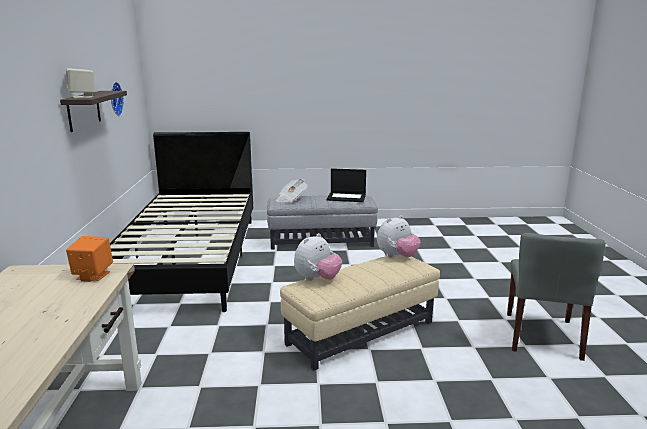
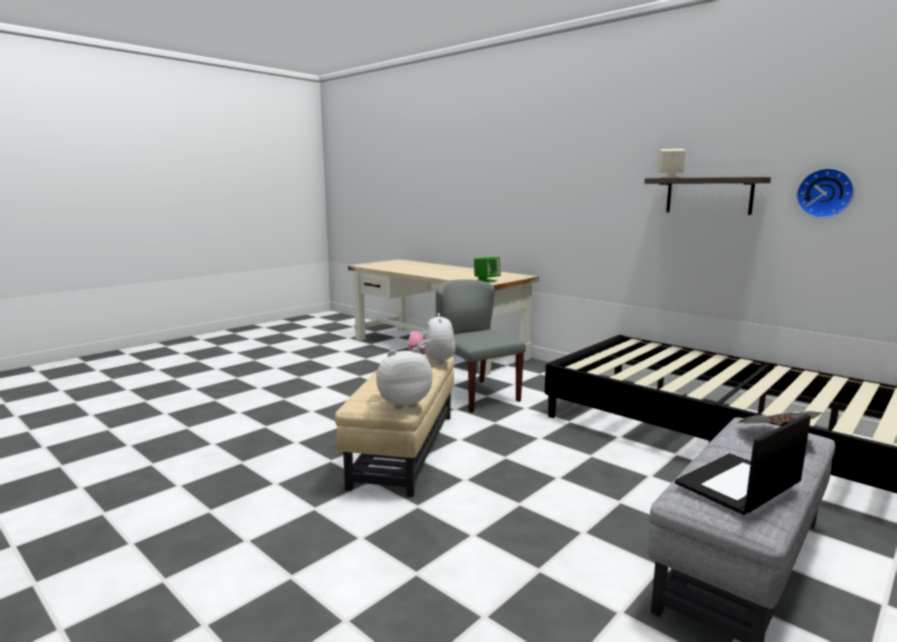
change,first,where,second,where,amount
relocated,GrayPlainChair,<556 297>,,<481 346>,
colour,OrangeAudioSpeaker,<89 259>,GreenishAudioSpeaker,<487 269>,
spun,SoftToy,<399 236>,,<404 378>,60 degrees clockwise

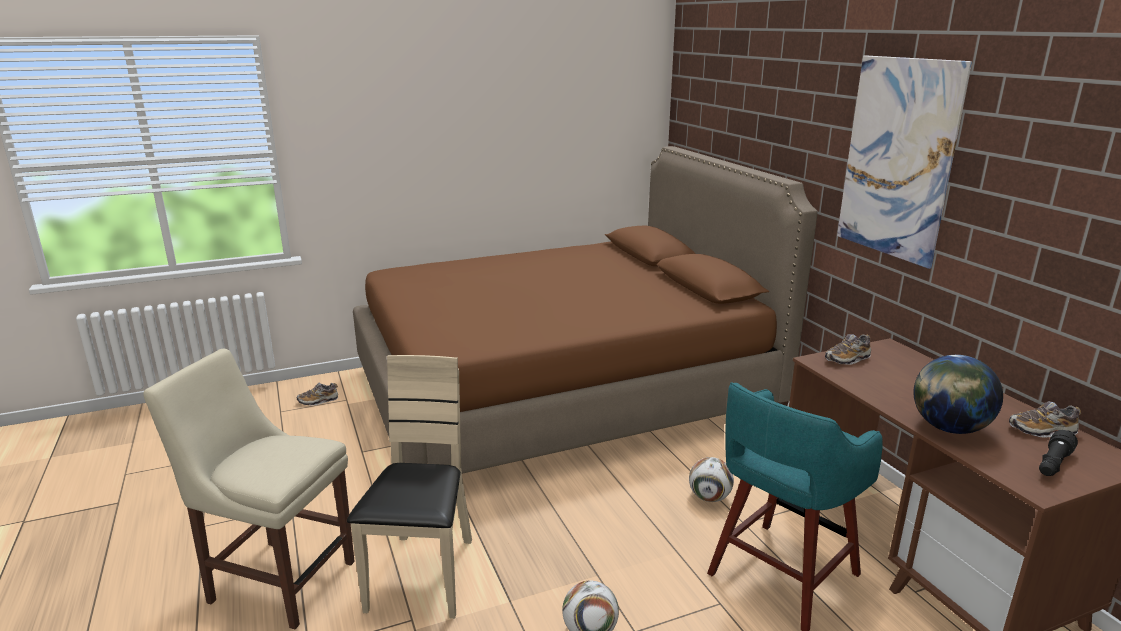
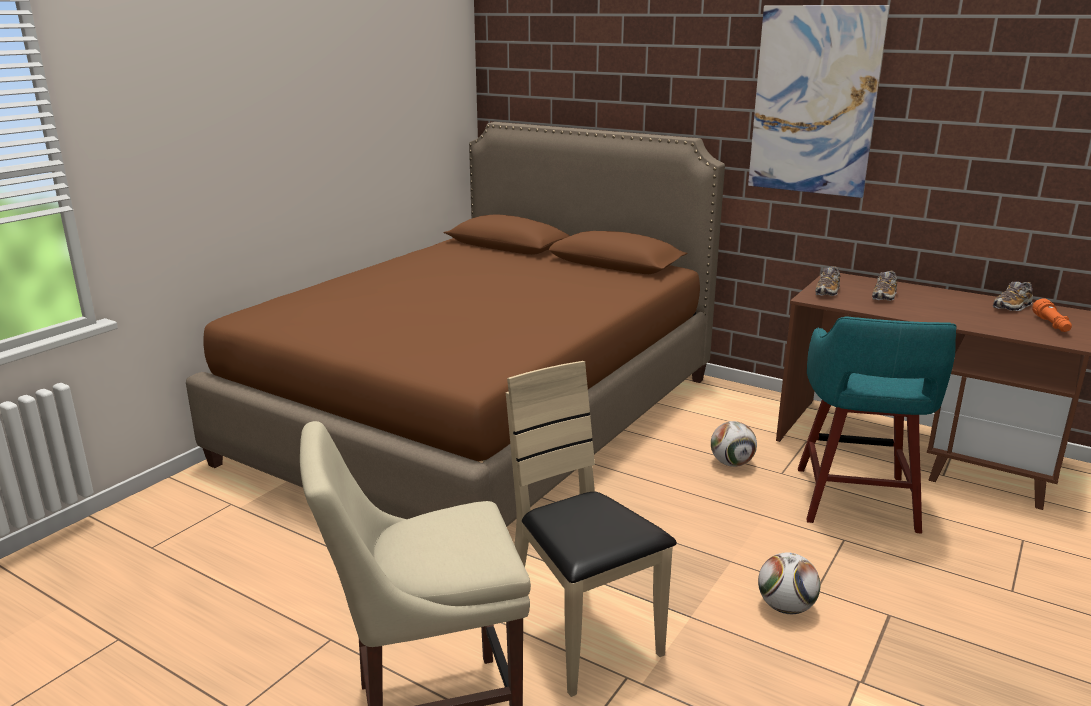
change,first,where,second,where,amount
missing,WorldGlobe,<958 394>,,,
relocated,ItemOfFootwear,<317 393>,,<885 286>,
colour,BlackFlashlight,<1058 453>,OrangeFlashlight,<1052 315>,

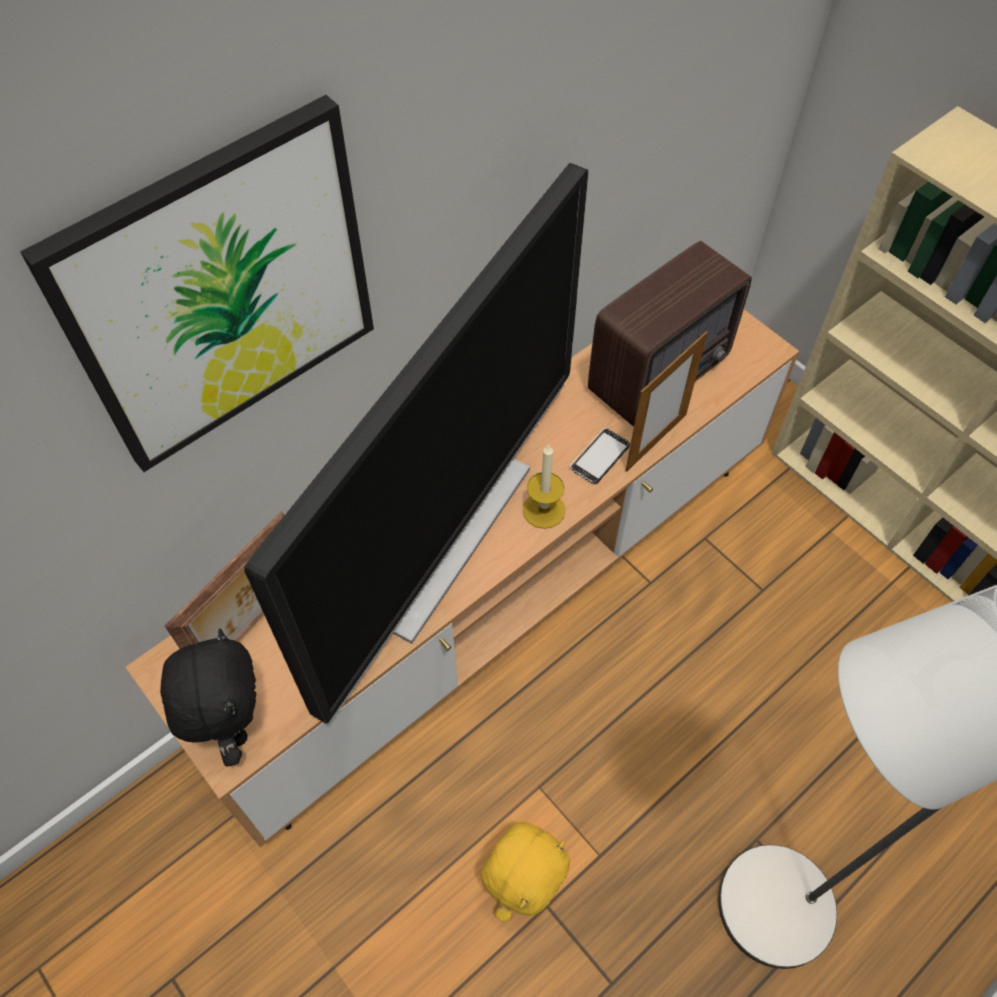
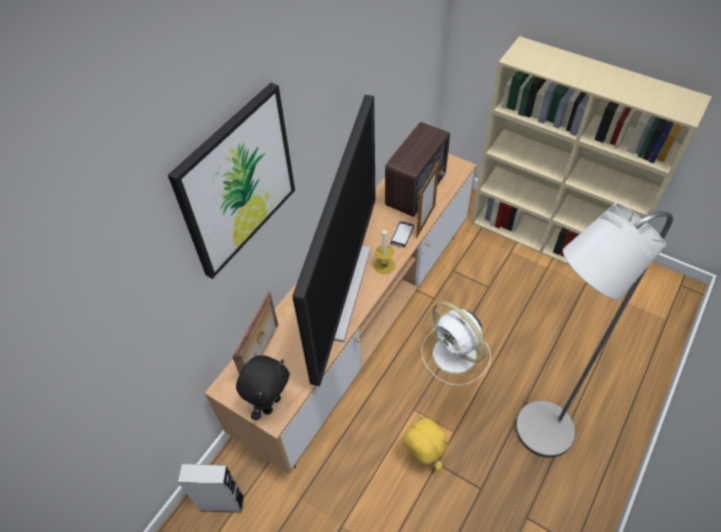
change,first,where,second,where,amount
appeared,,,GrayAudioSpeaker,<211 488>,
appeared,,,WhiteColouredFan,<456 343>,
spun,BlackSoftToy,<208 697>,,<263 387>,60 degrees clockwise
spun,YellowColouredSoftToy,<525 872>,,<426 442>,60 degrees counterclockwise

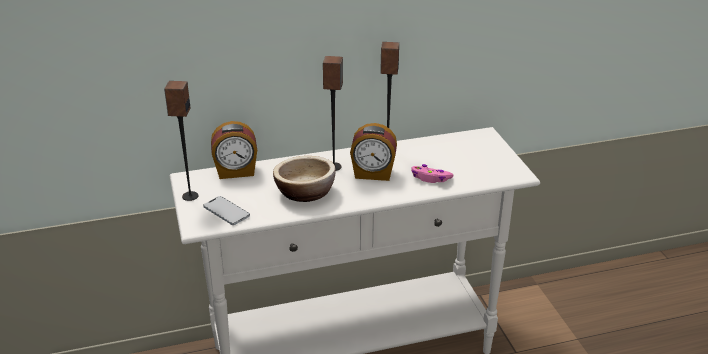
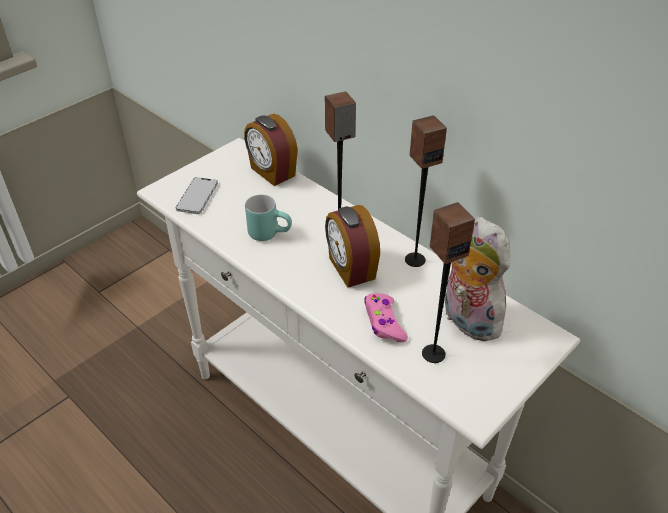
change,first,where,second,where,amount
appeared,,,SoftToy,<477 279>,
relocated,AudioSpeaker,<181 141>,,<448 282>,
exchanged,ServingBowl,<304 179>,TurquoiseCoffeeMug,<268 218>,

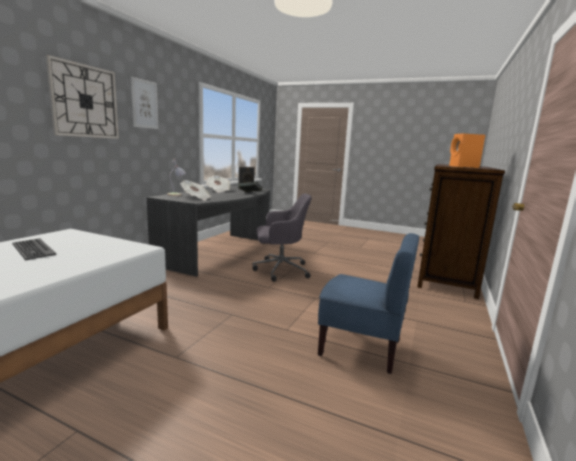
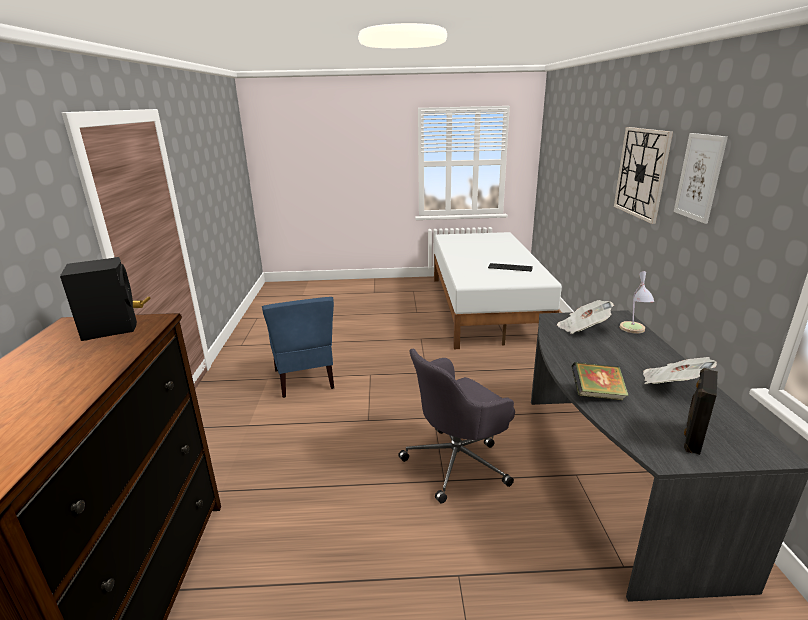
change,first,where,second,where,amount
colour,OrangeAudioSpeaker,<467 150>,BlackAudioSpeaker,<98 299>,
spun,BluishPlainChair,<368 303>,,<298 347>,105 degrees counterclockwise

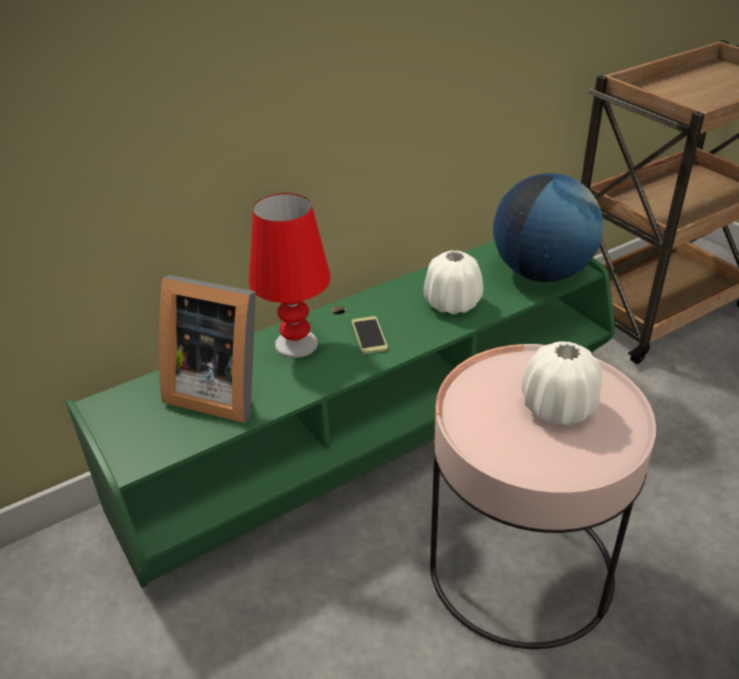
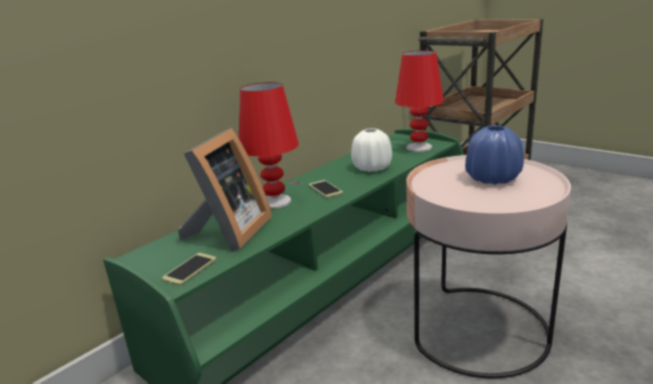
change,first,where,second,where,amount
appeared,,,Handset,<189 269>,
exchanged,WorldGlobe,<548 227>,RedColouredTableLamp,<419 101>,
colour,WhiteColouredDecorativeVase,<561 383>,BluishDecorativeVase,<494 155>,
spun,PhotoFrame,<207 349>,,<225 189>,75 degrees counterclockwise

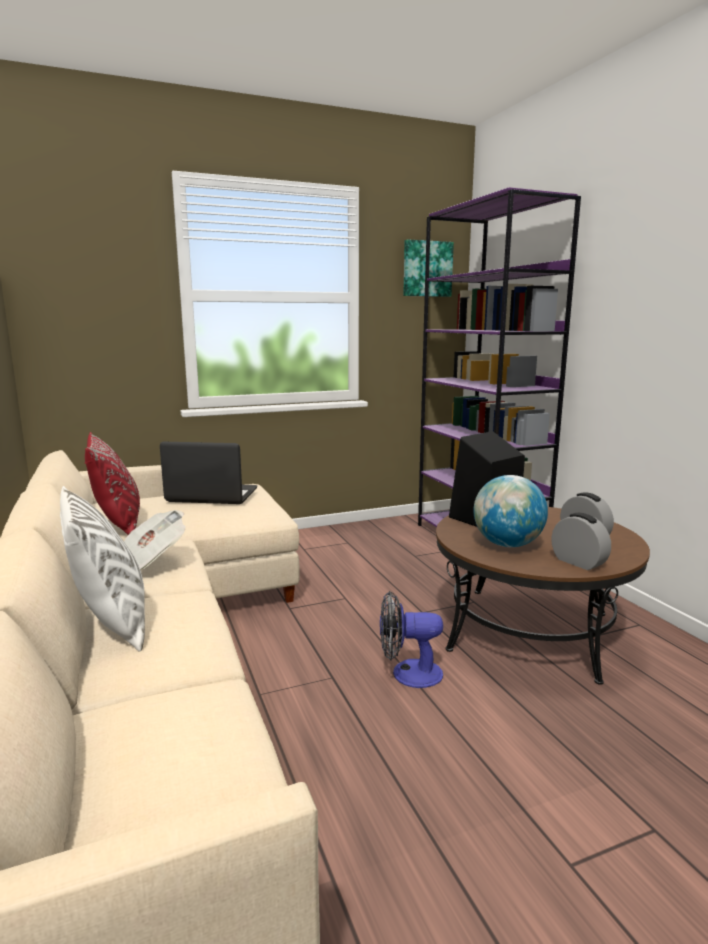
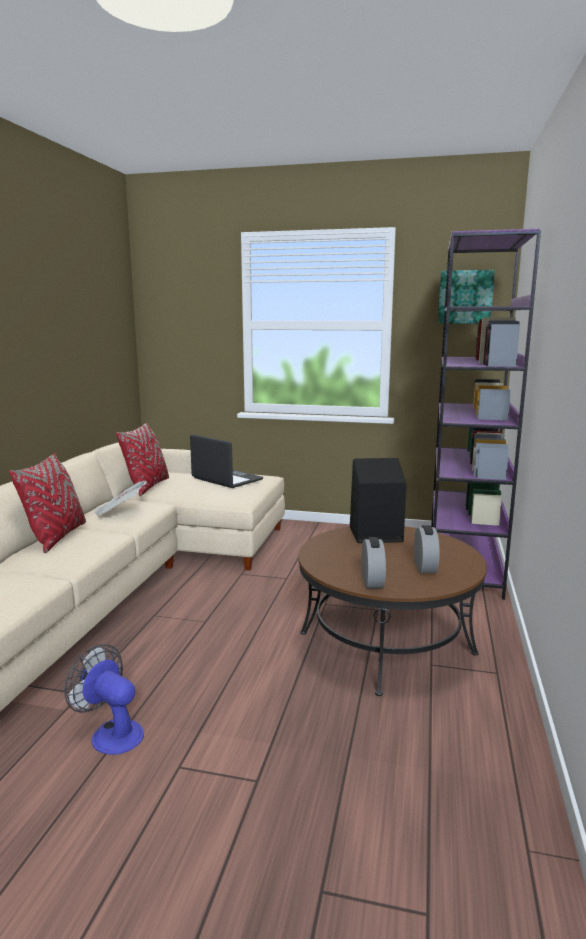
change,first,where,second,where,amount
missing,WorldGlobe,<510 511>,,,
relocated,Fan,<411 639>,,<104 699>,
colour,WhiteColouredPillow,<102 569>,RedColouredPillow,<47 503>,

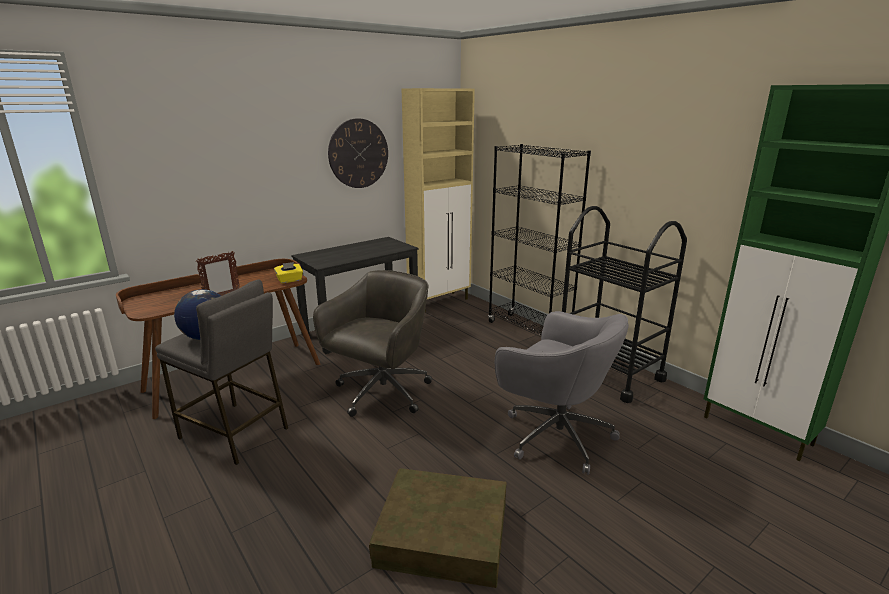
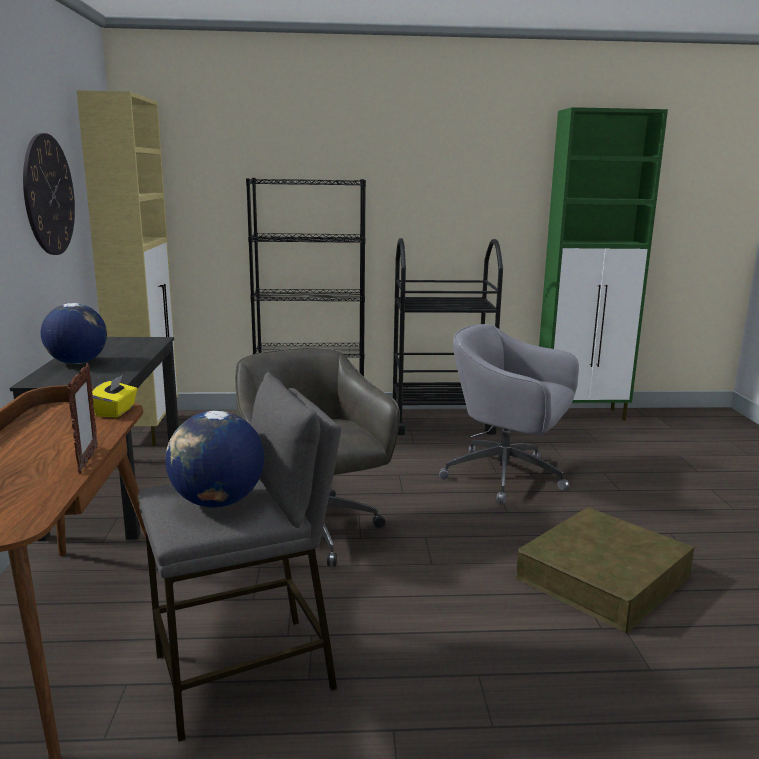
change,first,where,second,where,amount
appeared,,,WorldGlobe,<74 333>,
spun,GrayComputerChair,<562 393>,,<509 414>,135 degrees counterclockwise

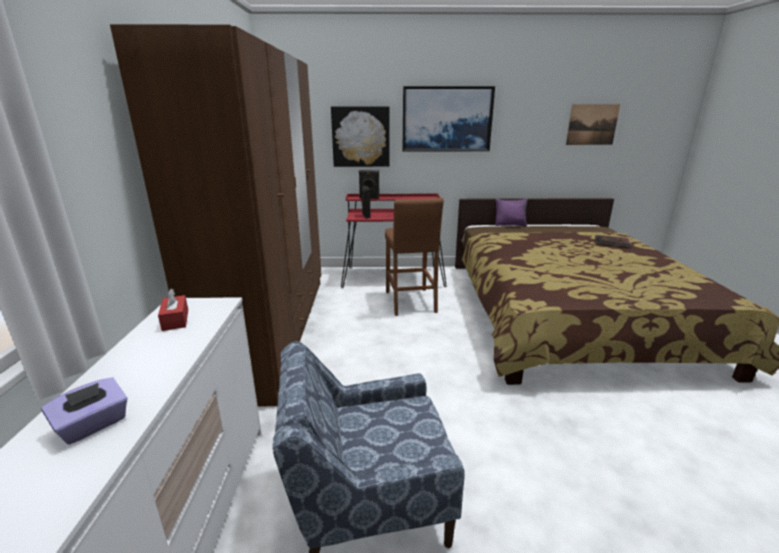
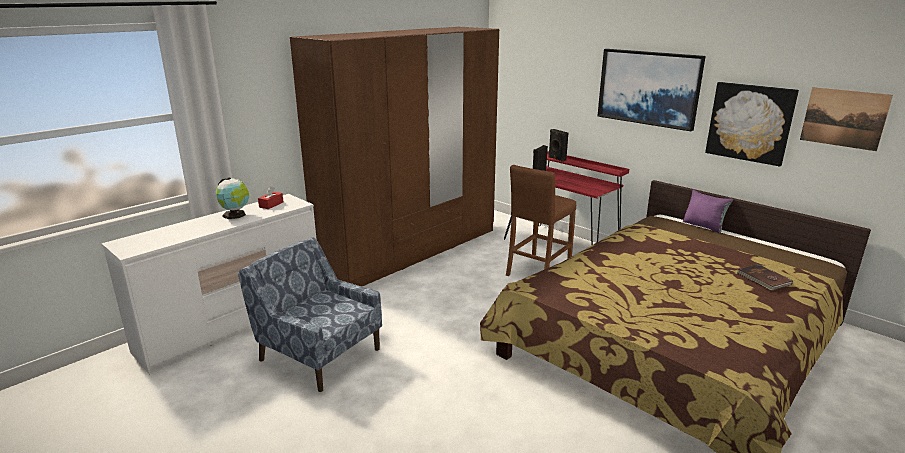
change,first,where,second,where,amount
missing,PurpleTissueBox,<84 411>,,,
appeared,,,WorldGlobe,<232 198>,
relocated,Picture,<360 136>,,<752 124>,

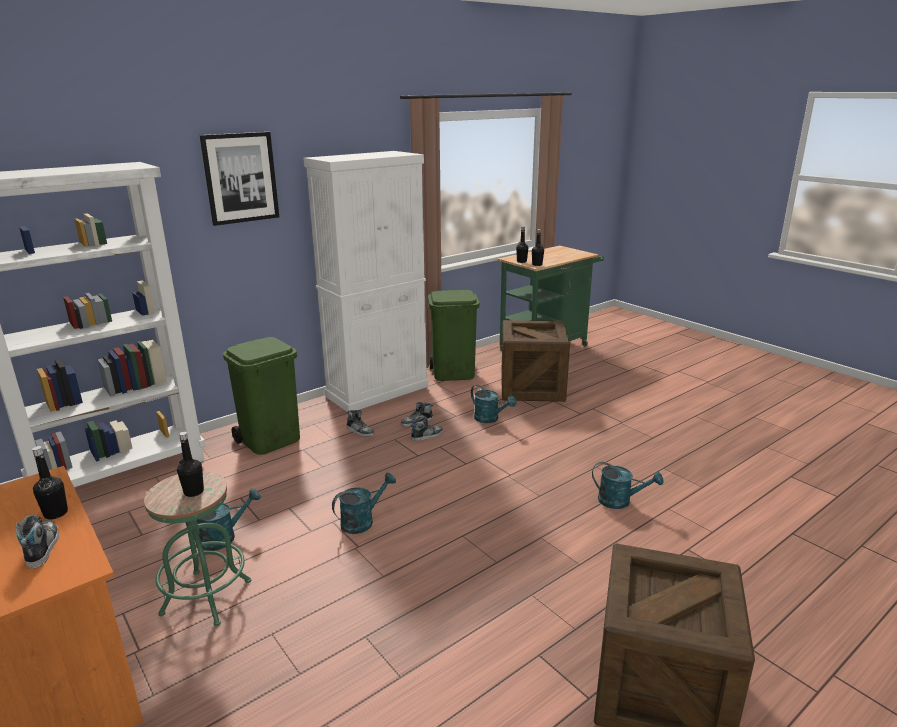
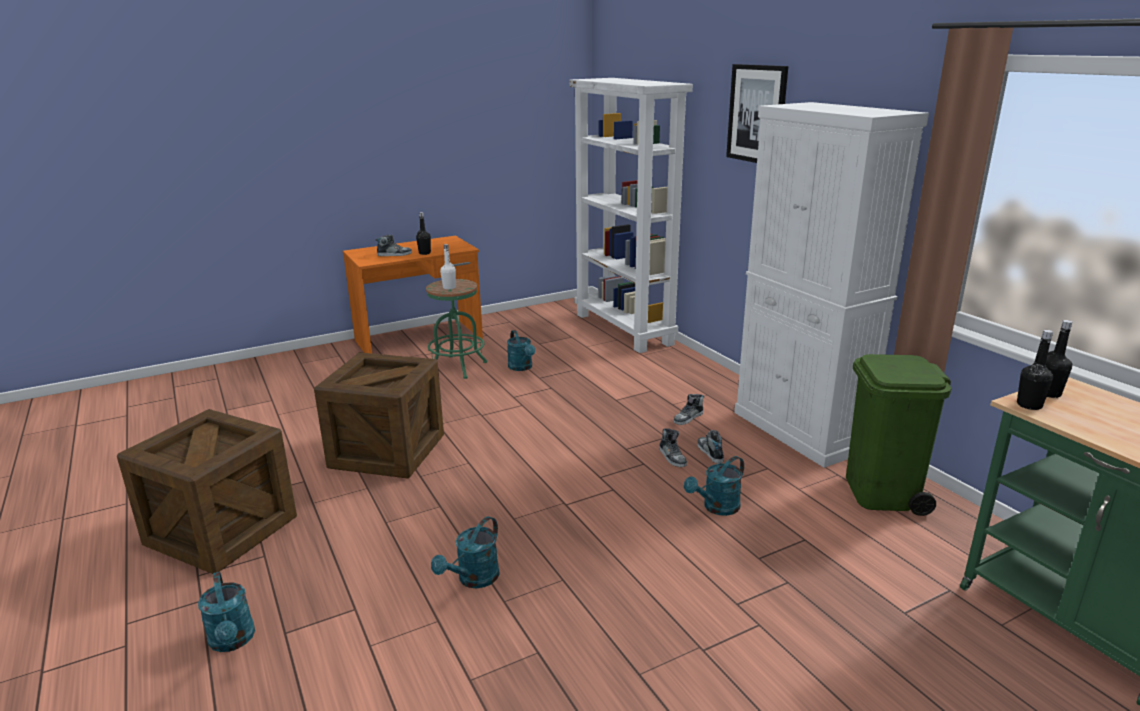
change,first,where,second,where,amount
missing,GreenishRubbishBin,<261 396>,,,
relocated,TurquoiseWateringCan,<364 503>,,<226 611>,
relocated,PackingCrate,<535 361>,,<379 415>,
colour,BlackDrinkBottle,<190 464>,WhiteColouredDrinkBottle,<448 266>,

